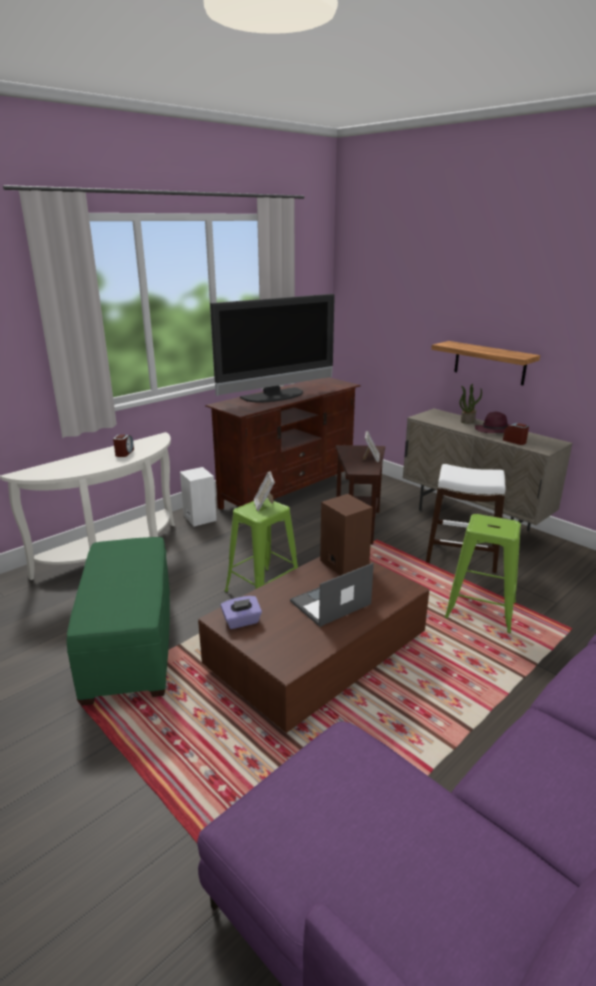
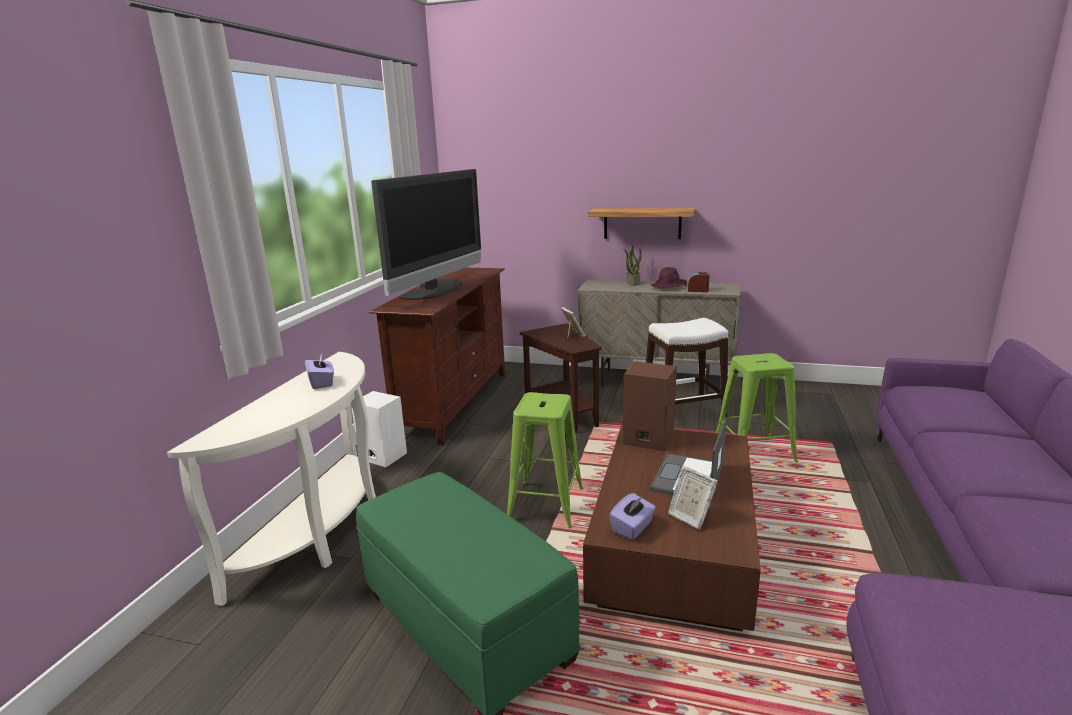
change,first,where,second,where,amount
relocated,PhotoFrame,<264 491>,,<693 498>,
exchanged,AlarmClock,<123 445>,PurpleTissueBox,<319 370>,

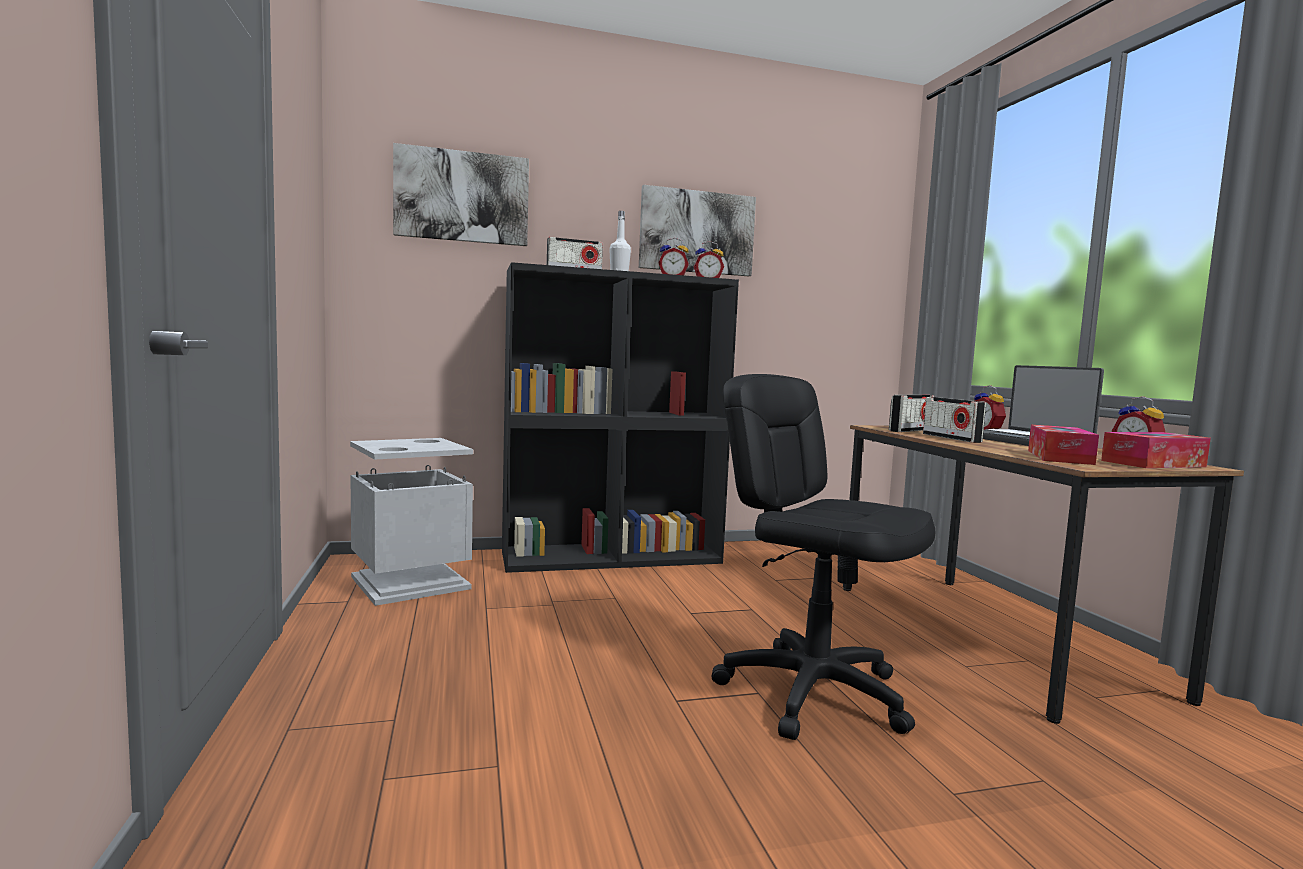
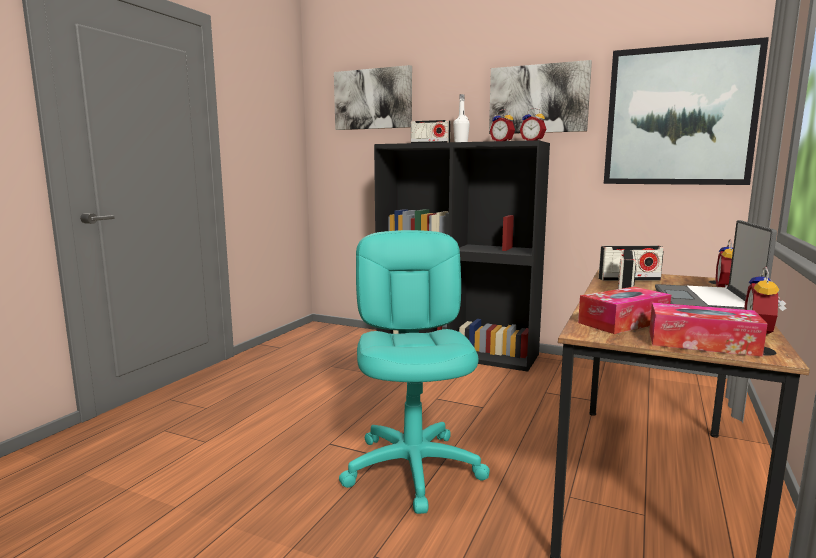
change,first,where,second,where,amount
missing,GrayRubbishBin,<411 522>,,,
appeared,,,Picture,<686 111>,
colour,BlackComputerChair,<823 557>,TurquoiseComputerChair,<414 372>,

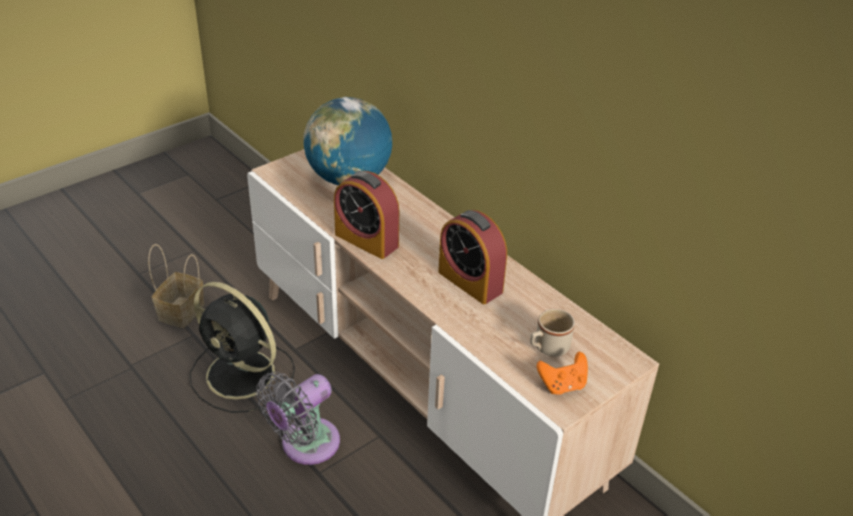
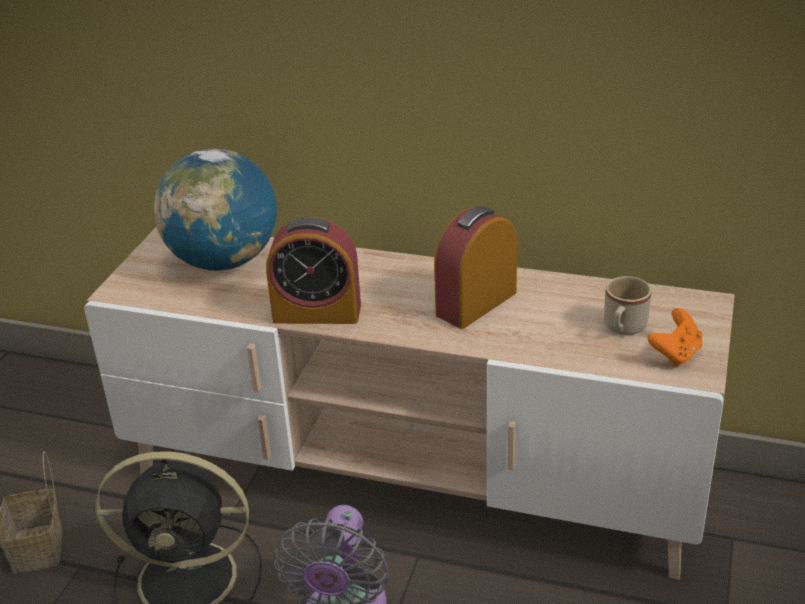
change,first,where,second,where,amount
spun,AlarmClock,<472 257>,,<475 267>,120 degrees clockwise

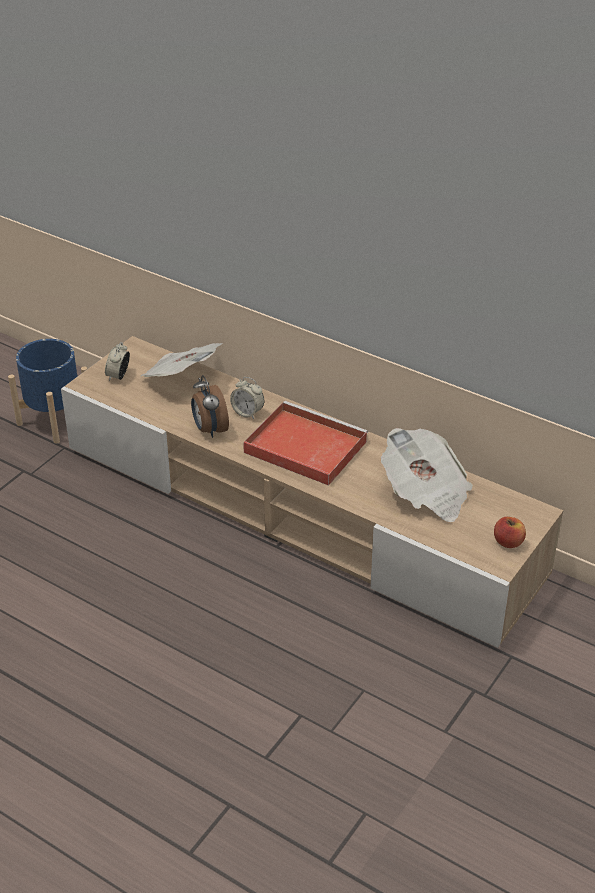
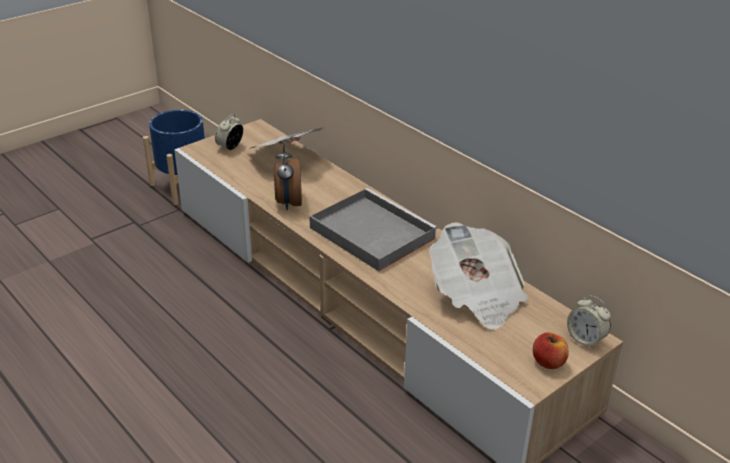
change,first,where,second,where,amount
relocated,AlarmClock,<247 398>,,<589 322>,
colour,RedColouredTray,<305 443>,GrayTray,<373 229>,

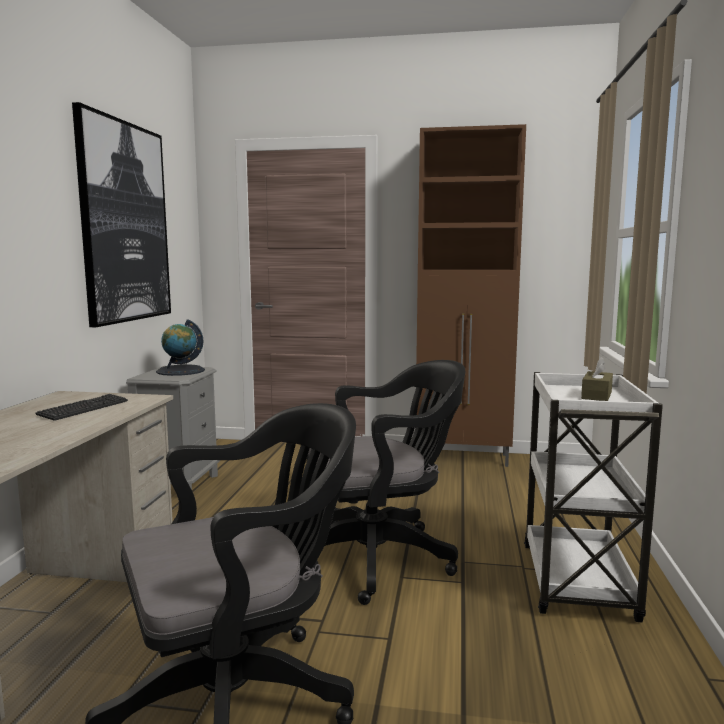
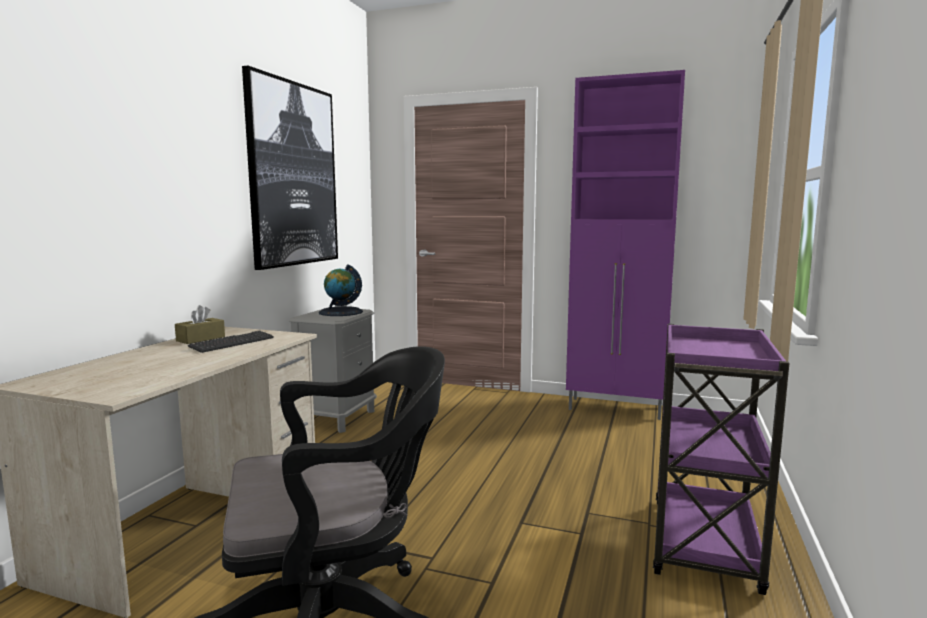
change,first,where,second,where,amount
missing,BlackComputerChair,<386 482>,,,
relocated,BrownTissueBox,<597 379>,,<200 324>,
colour,BrownCupboard,<471 295>,PurpleCupboard,<625 245>,
colour,WhiteColouredCart,<593 497>,PurpleCart,<721 459>,

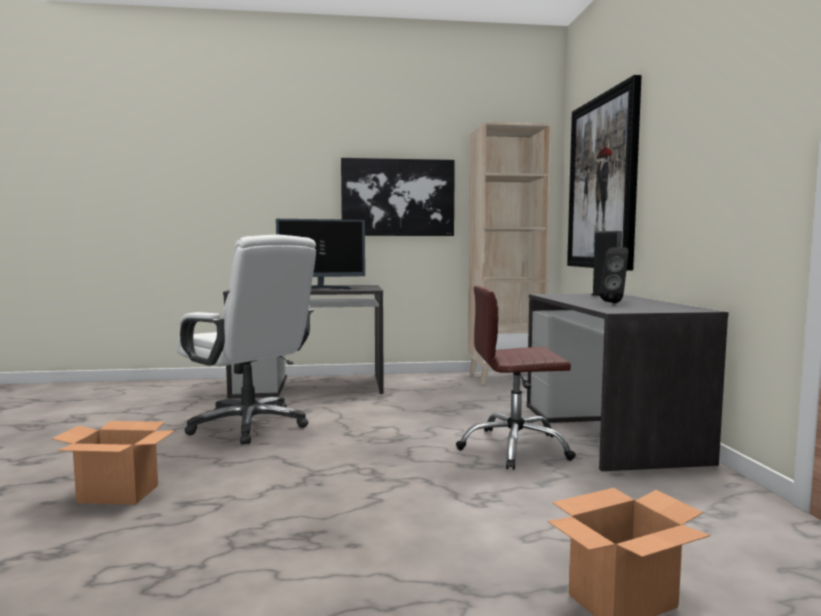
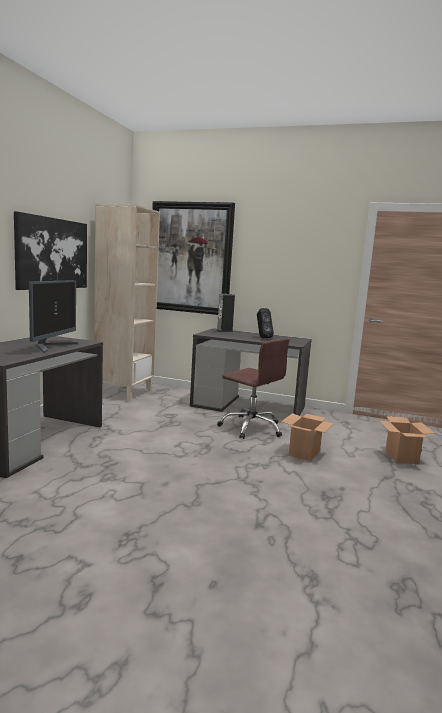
change,first,where,second,where,amount
missing,WhiteColouredComputerChair,<246 339>,,,
relocated,CardboardBox,<113 463>,,<307 437>,
spun,BrownComputerChair,<516 377>,,<253 388>,75 degrees counterclockwise

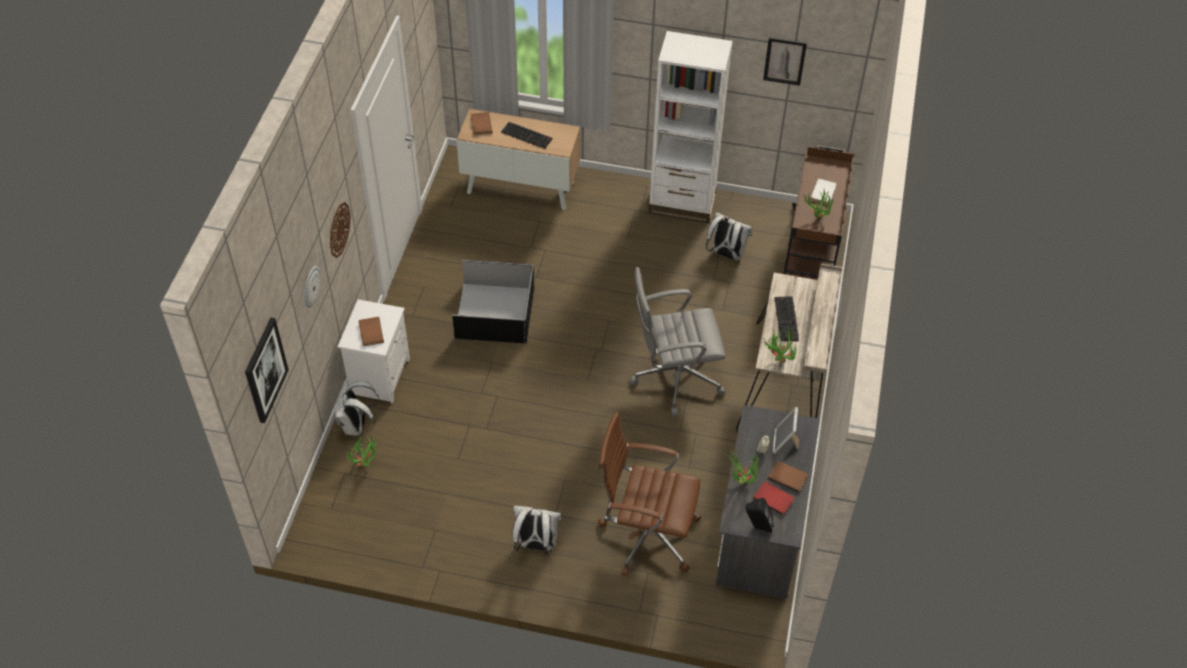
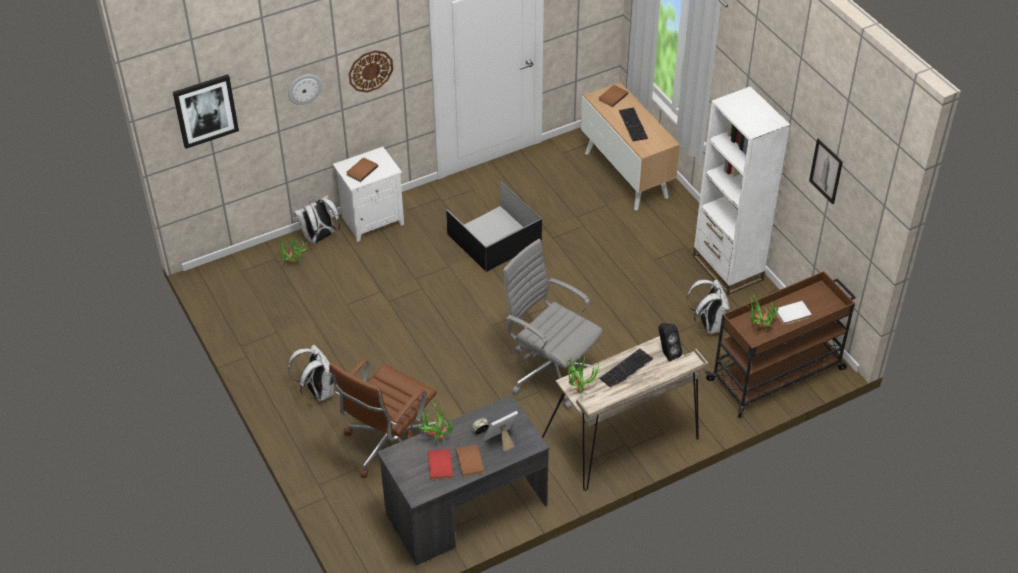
change,first,where,second,where,amount
relocated,BlackAudioSpeaker,<759 515>,,<670 342>,
spun,BrownComputerChair,<649 494>,,<383 418>,120 degrees counterclockwise

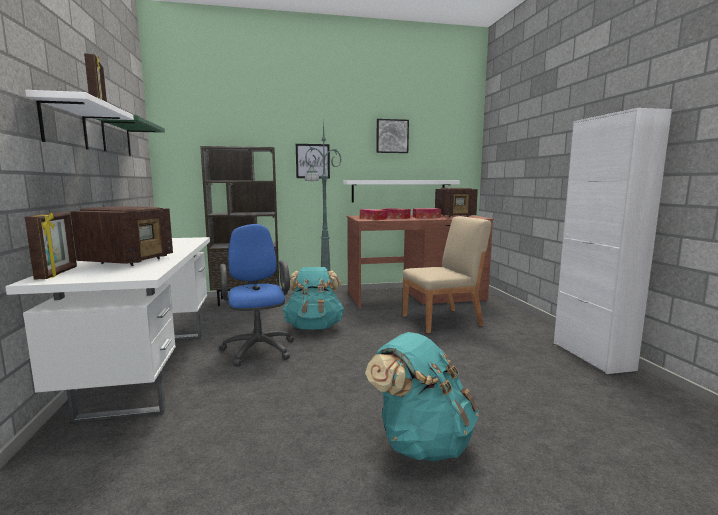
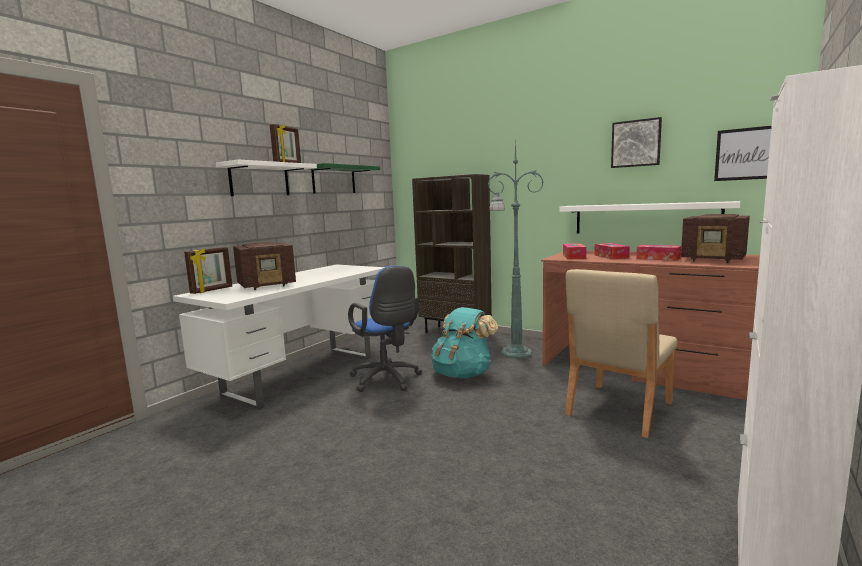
change,first,where,second,where,amount
missing,TurquoiseRucksack,<422 396>,,,
relocated,Picture,<313 161>,,<743 153>,
spun,BluishComputerChair,<256 295>,,<385 328>,120 degrees clockwise
spun,BeigePlainChair,<447 274>,,<621 353>,105 degrees clockwise

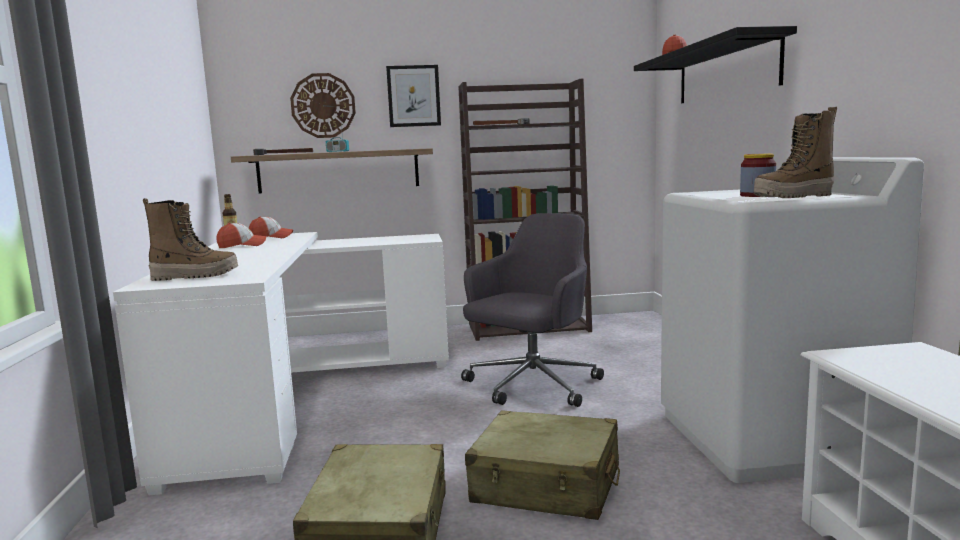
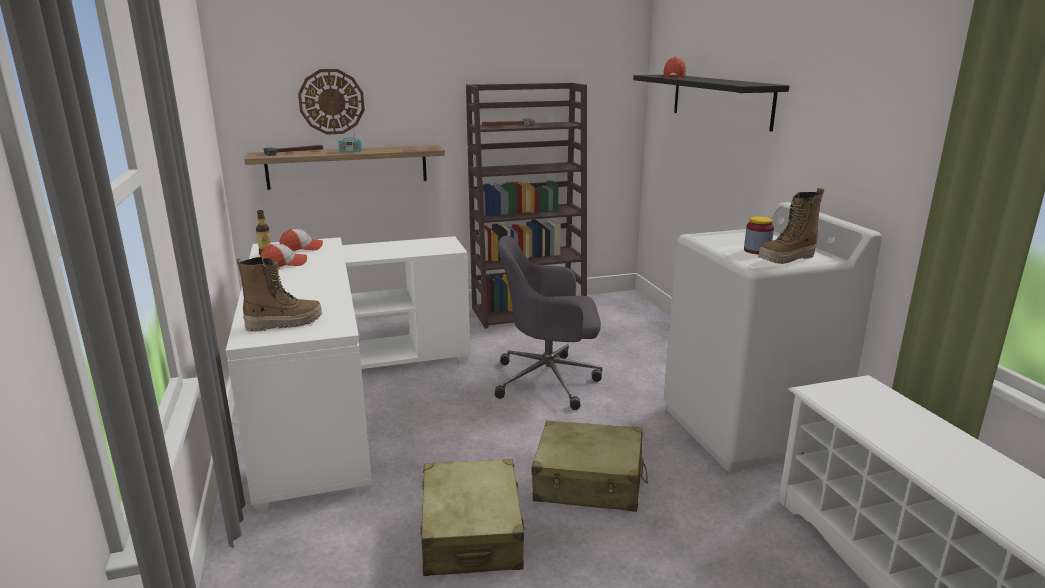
change,first,where,second,where,amount
missing,Picture,<413 96>,,,
spun,GrayComputerChair,<532 310>,,<549 322>,120 degrees counterclockwise

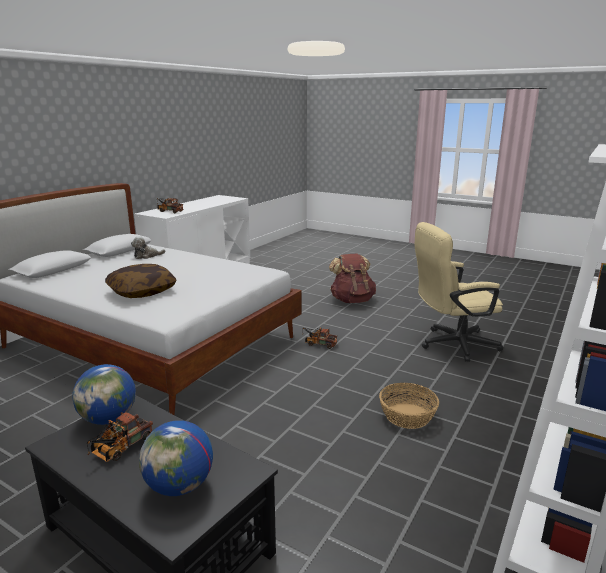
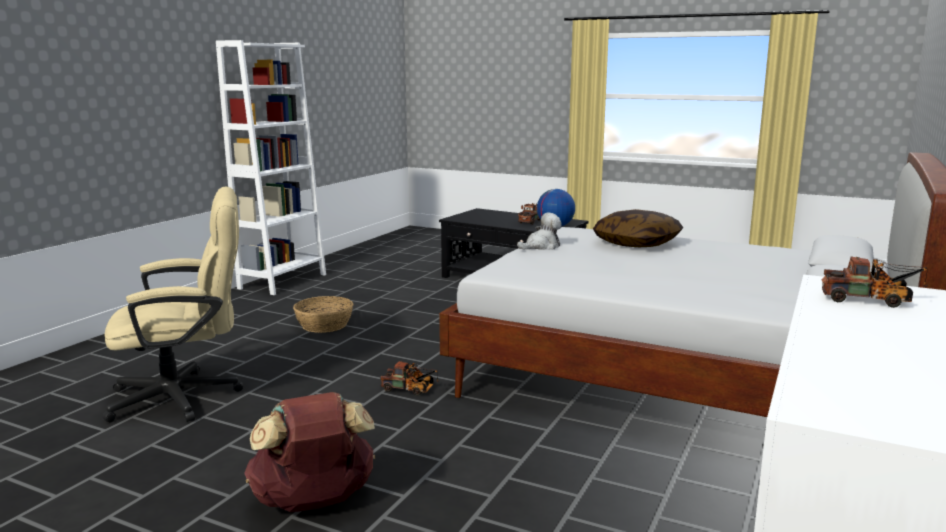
change,first,where,second,where,amount
missing,WorldGlobe,<176 458>,,,
relocated,SoftToy,<148 247>,,<539 231>,

